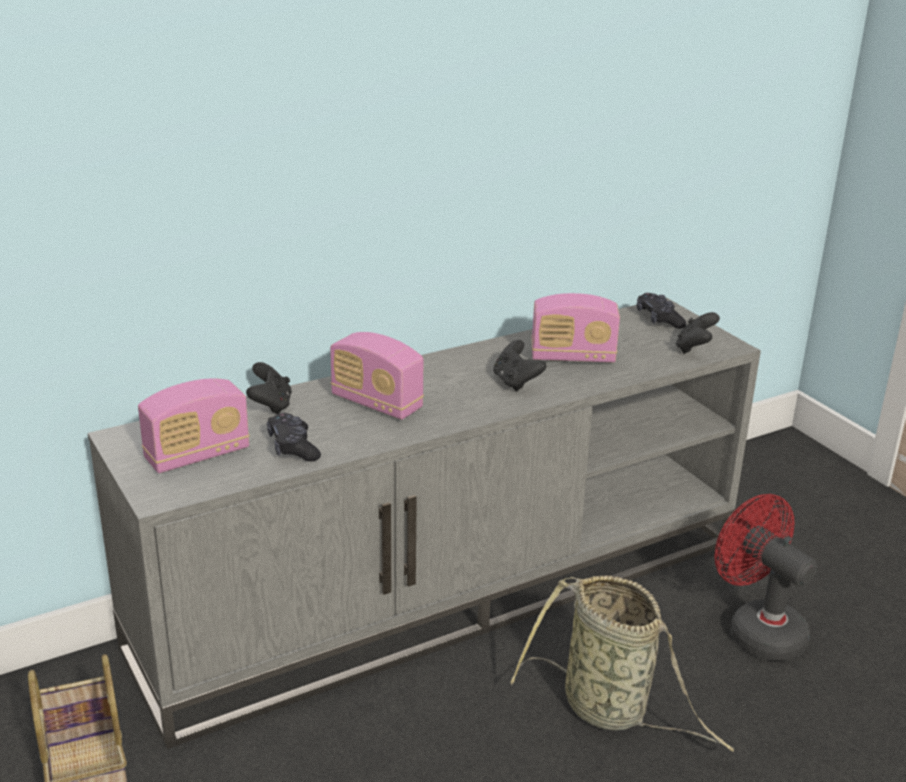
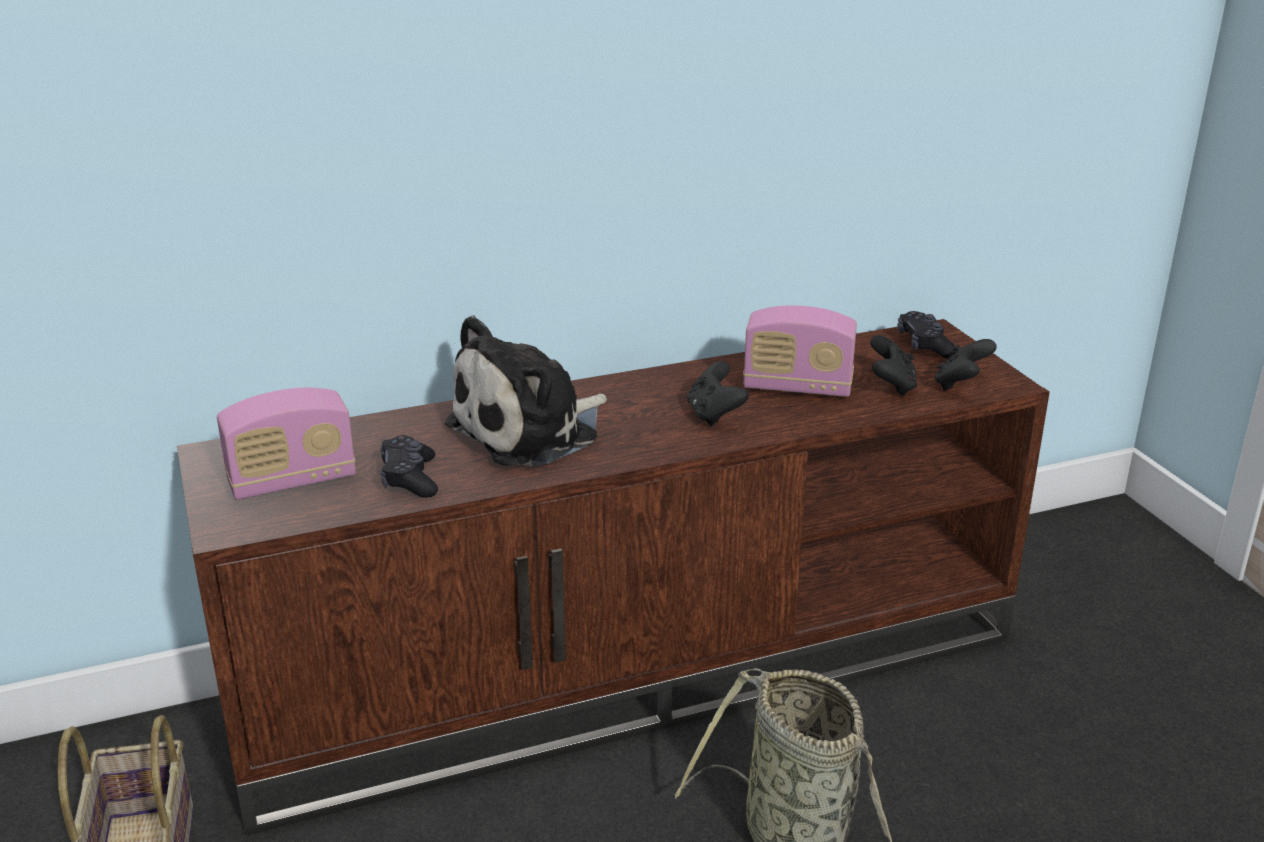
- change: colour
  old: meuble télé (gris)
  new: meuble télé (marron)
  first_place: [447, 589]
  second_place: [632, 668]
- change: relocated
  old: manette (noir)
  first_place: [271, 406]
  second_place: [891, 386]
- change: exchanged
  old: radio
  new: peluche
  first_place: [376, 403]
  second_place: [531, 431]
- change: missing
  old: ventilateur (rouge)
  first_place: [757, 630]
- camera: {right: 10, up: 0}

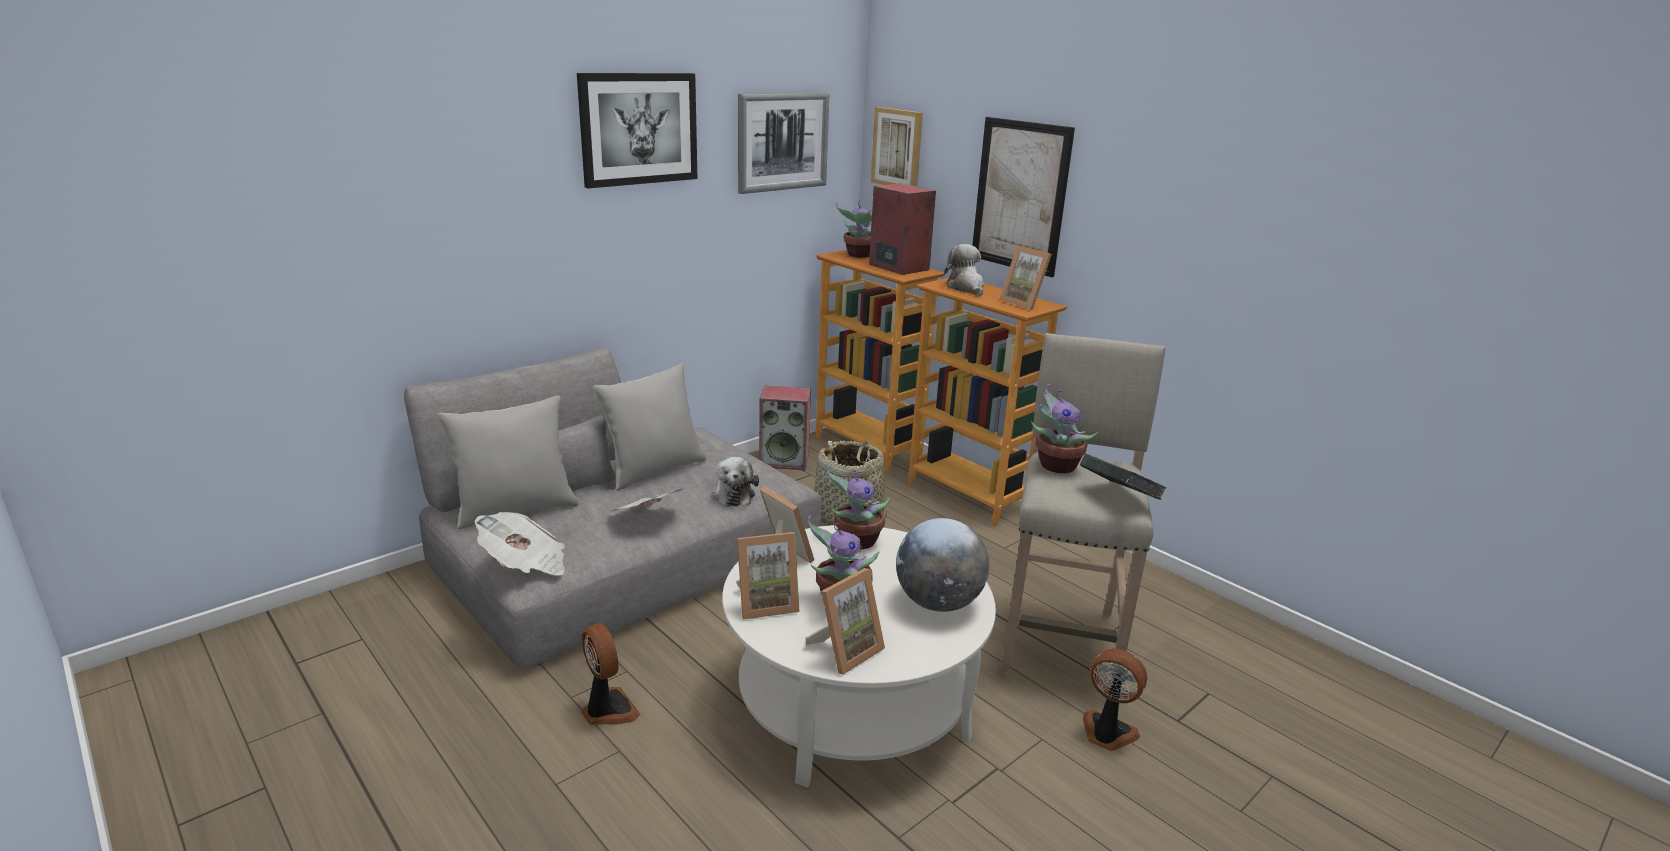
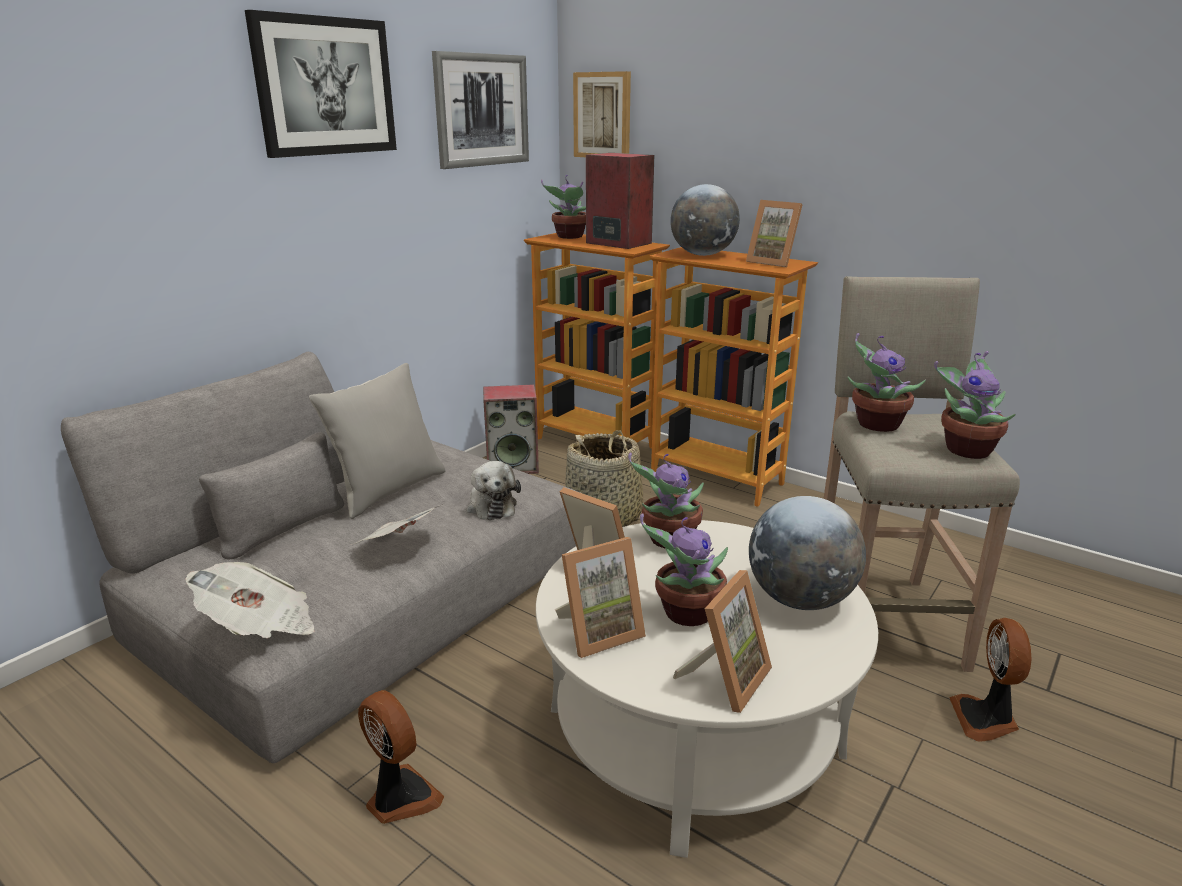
- change: missing
  old: coussin (gris)
  first_place: [516, 510]
- change: exchanged
  old: peluche
  new: globe
  first_place: [966, 288]
  second_place: [702, 255]
- change: missing
  old: tableau
  first_place: [1020, 196]
- change: exchanged
  old: livre
  new: plante en pot
  first_place: [1118, 497]
  second_place: [965, 449]
- change: spun
  old: ventilateur
  first_place: [1106, 733]
  second_place: [985, 719]
  degrees: -105
- camera: {right: -10, up: 0}

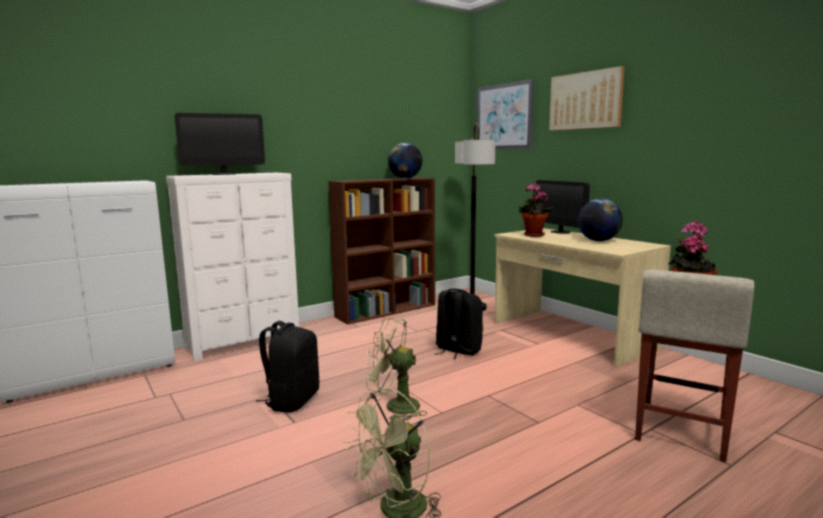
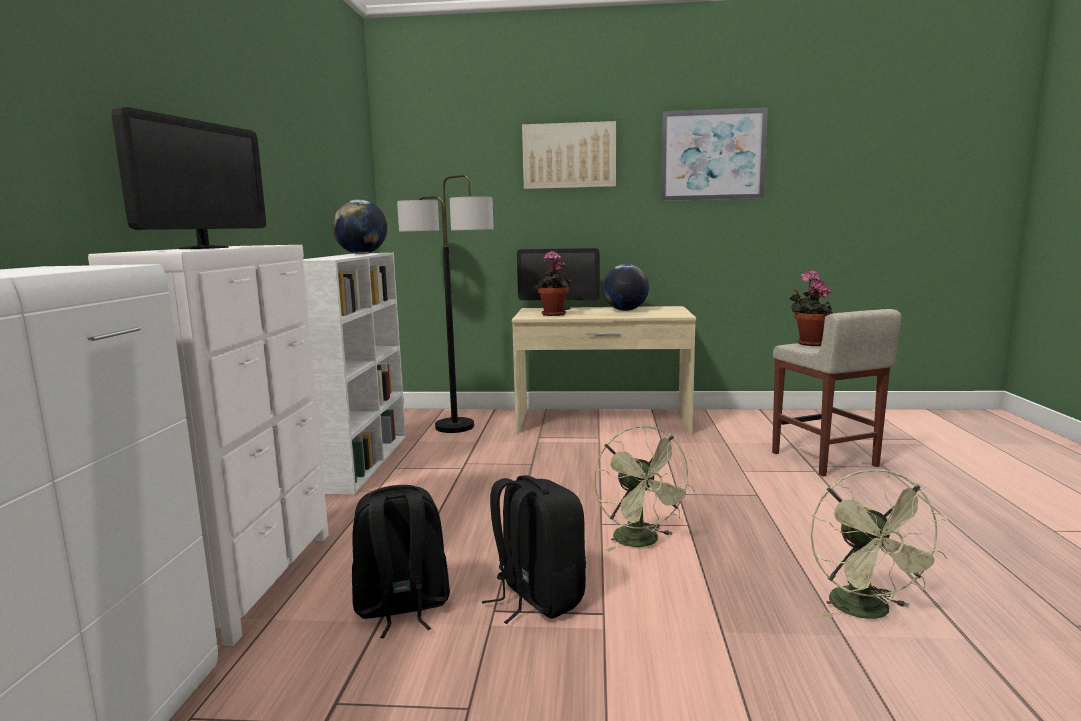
- change: colour
  old: bibliothèque (marron)
  new: bibliothèque (blanc)
  first_place: [387, 310]
  second_place: [363, 461]
- change: spun
  old: ventilateur (vert)
  first_place: [394, 406]
  second_place: [642, 542]
  degrees: -75
- change: relocated
  old: sac à dos (noir)
  first_place: [457, 350]
  second_place: [401, 607]
- change: relocated
  old: tableau
  first_place: [504, 116]
  second_place: [712, 155]
- camera: {right: -50, up: 0}

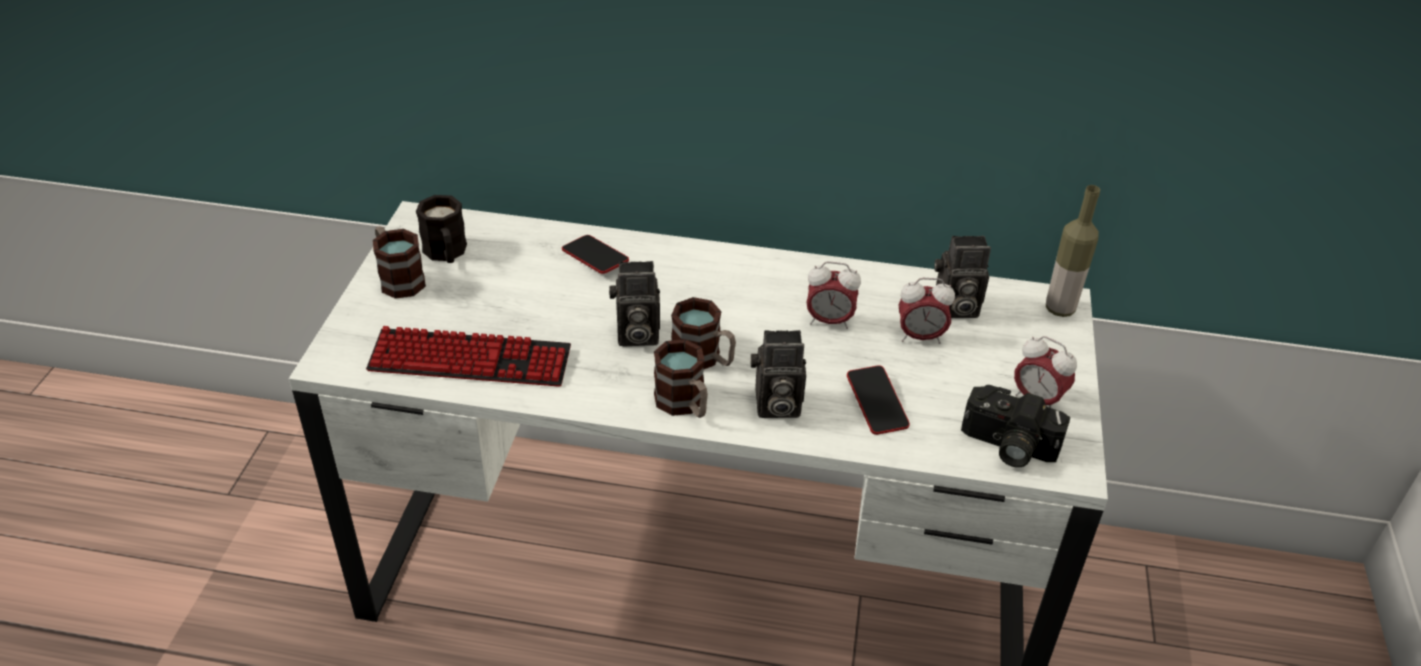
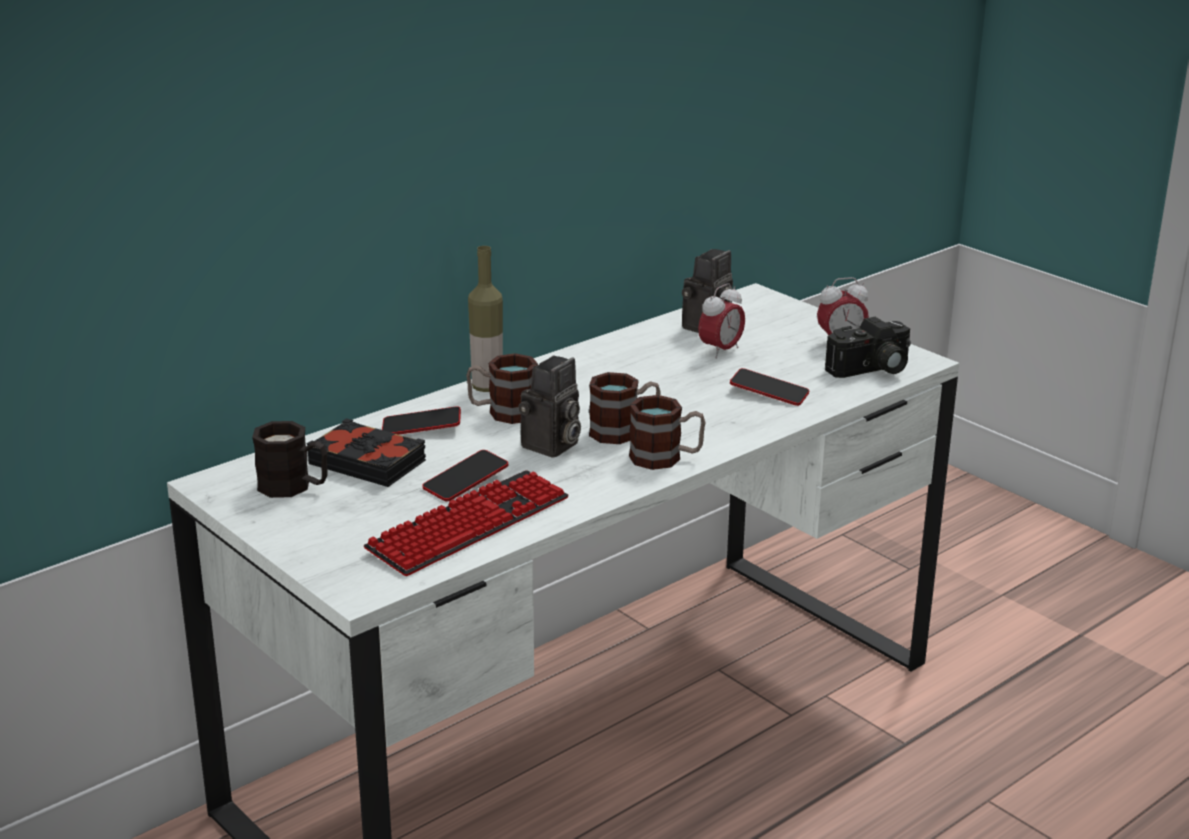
- change: relocated
  old: mug
  first_place: [398, 278]
  second_place: [502, 412]
- change: missing
  old: appareil photo
  first_place: [775, 406]
- change: missing
  old: réveil
  first_place: [829, 321]
- change: relocated
  old: bouteille
  first_place: [1059, 309]
  second_place: [487, 387]
- change: appeared
  new: livre (noir)
  second_place: [368, 462]
- change: appeared
  new: téléphone
  second_place: [465, 481]
- camera: {right: -50, up: -15}

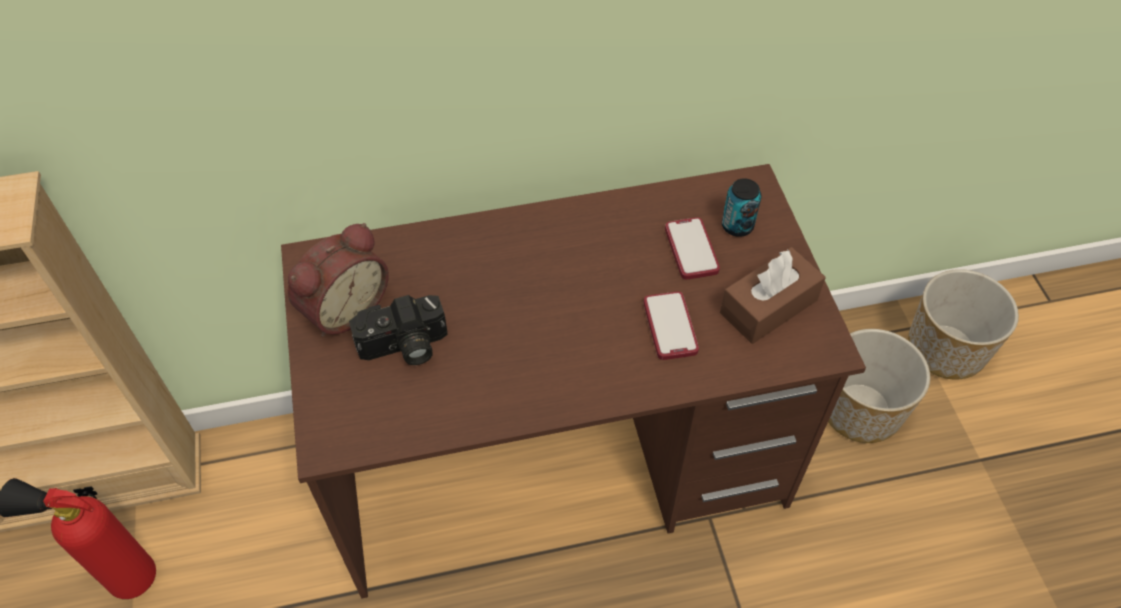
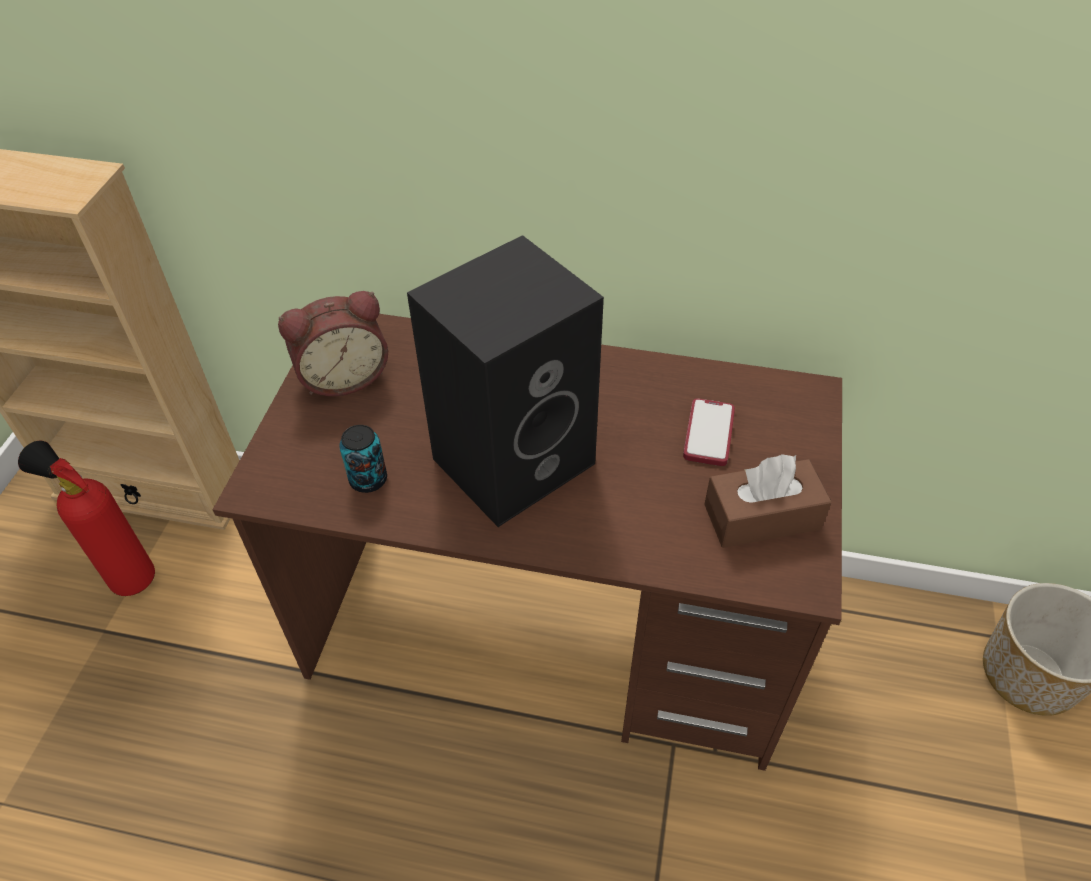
- change: missing
  old: appareil photo
  first_place: [404, 347]
- change: missing
  old: téléphone
  first_place: [670, 327]
- change: relocated
  old: boîte métallique
  first_place: [737, 226]
  second_place: [368, 479]
- change: missing
  old: cache-pot
  first_place: [860, 408]
- change: appeared
  new: enceinte (noir)
  second_place: [514, 457]
- camera: {right: 25, up: -5}

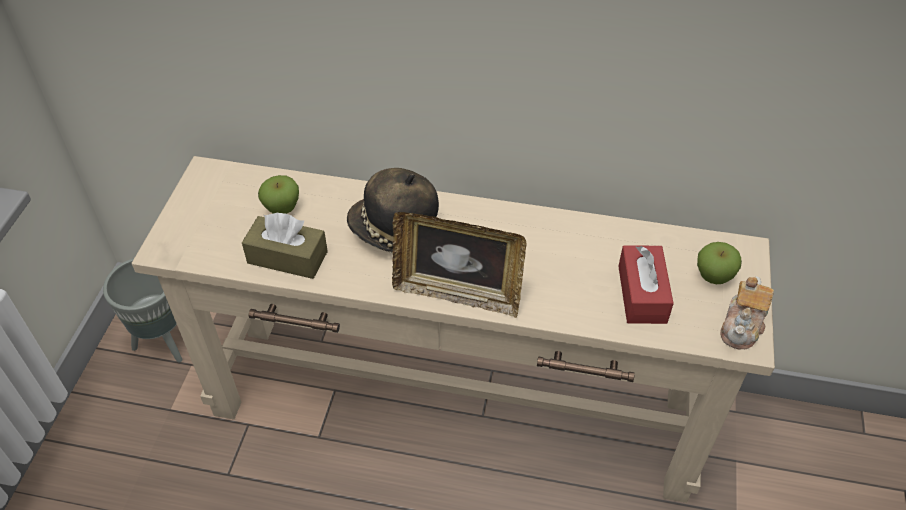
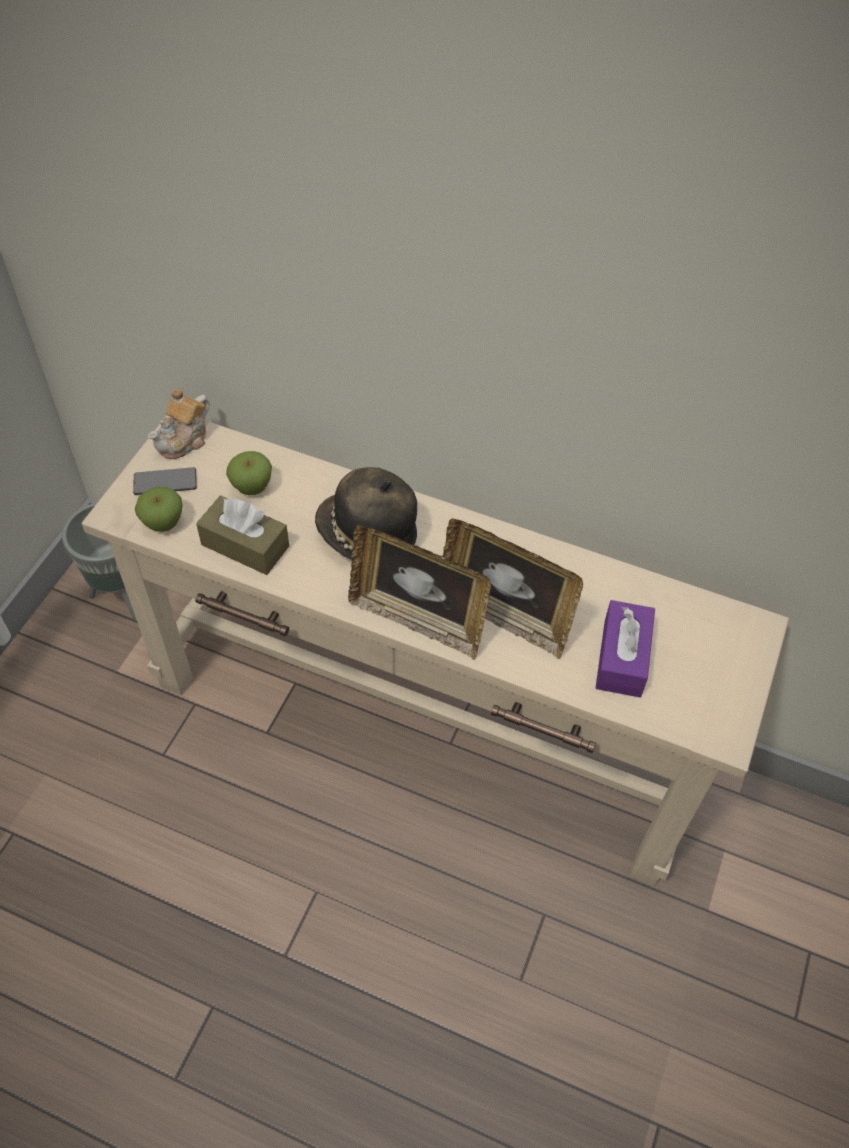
- change: colour
  old: boîte à mouchoirs (rouge)
  new: boîte à mouchoirs (violet)
  first_place: [642, 294]
  second_place: [622, 658]
- change: relocated
  old: pomme
  first_place: [713, 277]
  second_place: [163, 523]
- change: relocated
  old: théière
  first_place: [742, 326]
  second_place: [184, 440]
- change: appeared
  new: téléphone
  second_place: [165, 482]
- change: appeared
  new: cadre photo
  second_place: [503, 616]
- camera: {right: 10, up: 5}

